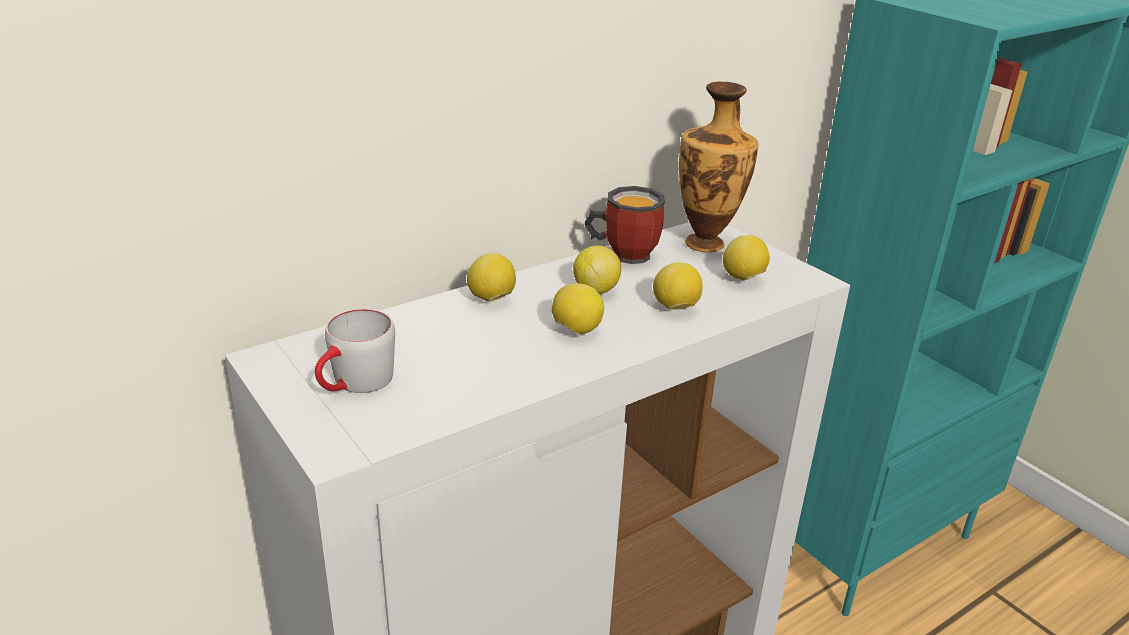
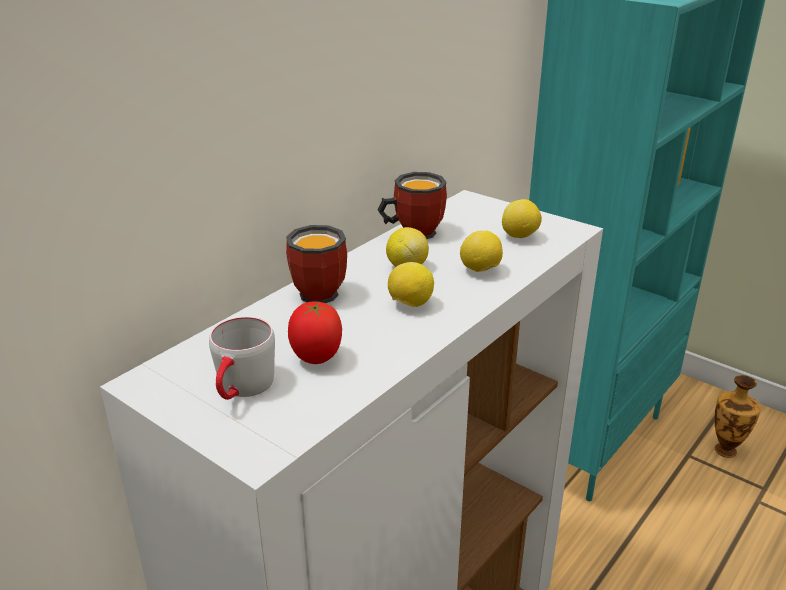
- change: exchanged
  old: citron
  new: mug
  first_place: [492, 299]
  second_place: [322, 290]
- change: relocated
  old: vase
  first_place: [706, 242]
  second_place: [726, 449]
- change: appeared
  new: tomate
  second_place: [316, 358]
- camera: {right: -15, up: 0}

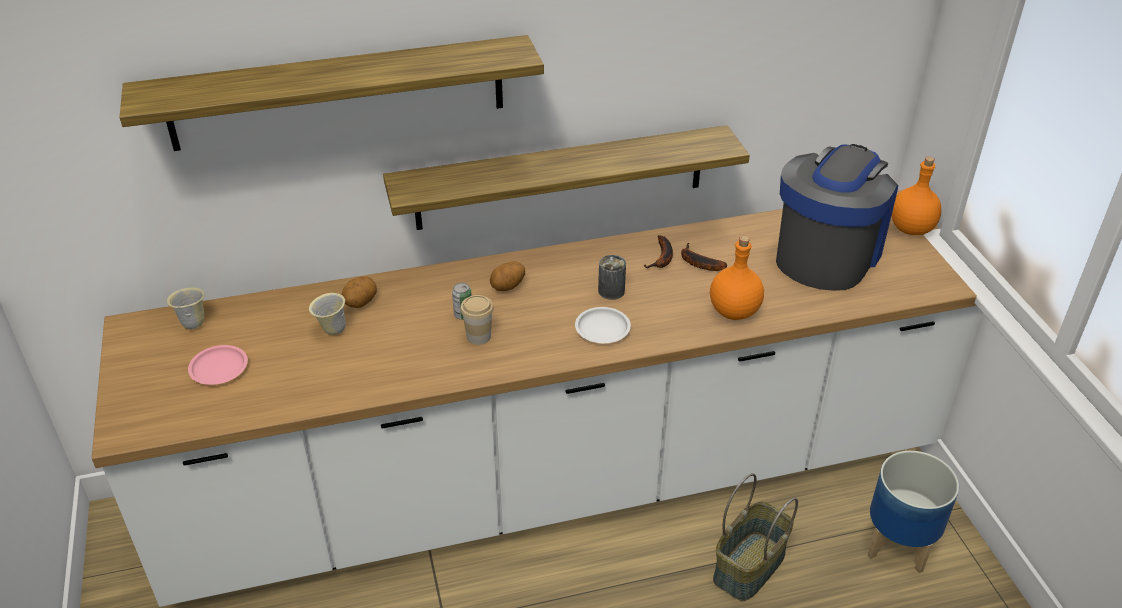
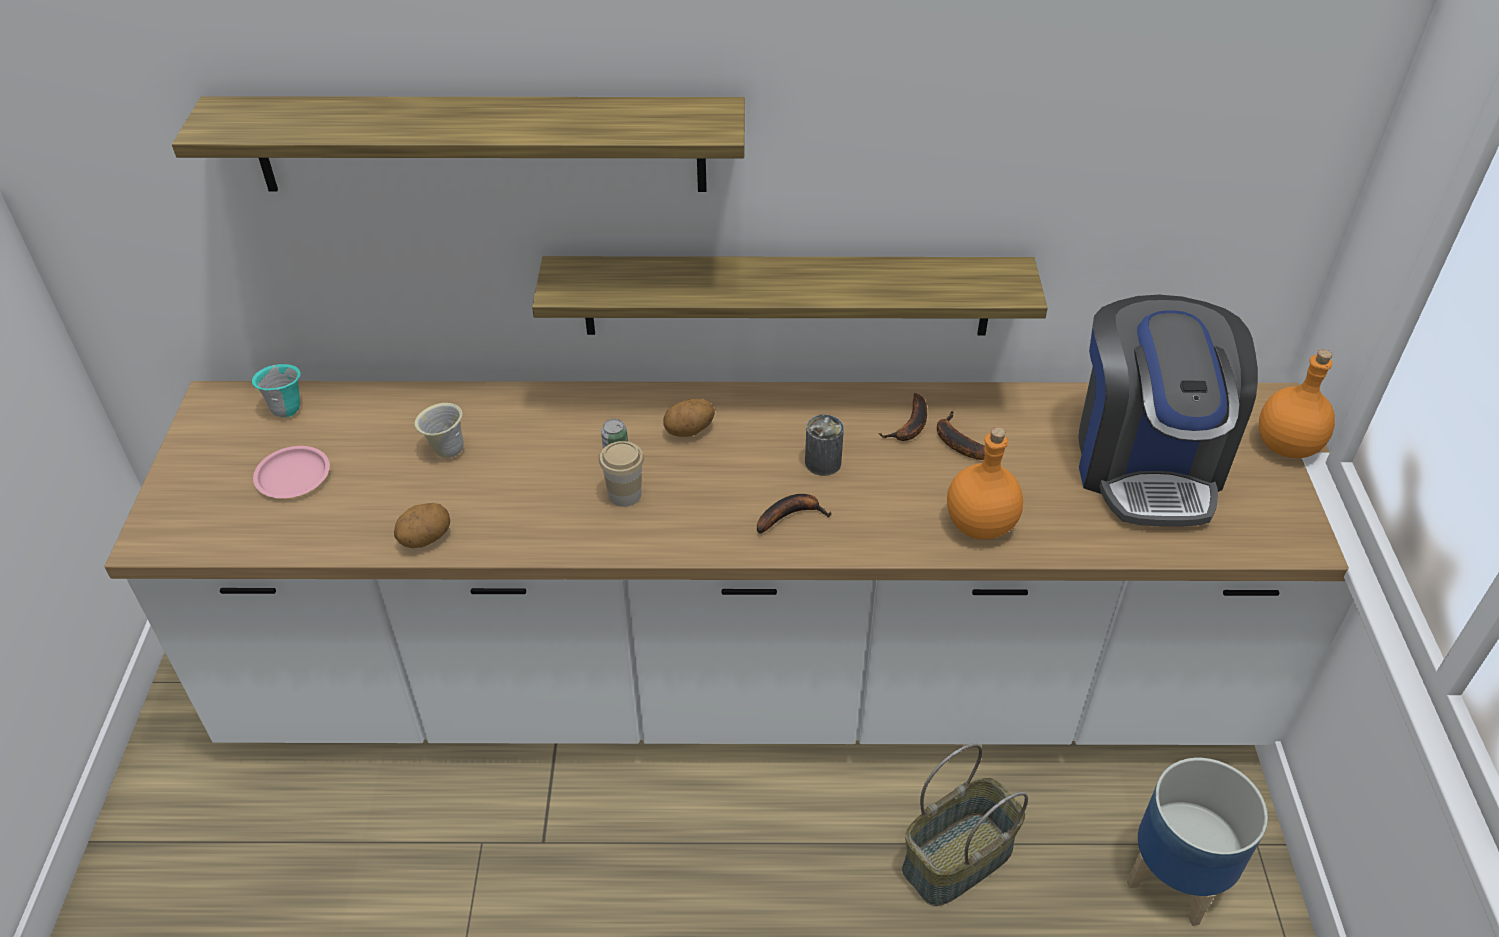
- change: colour
  old: mug (beige)
  new: mug (turquoise)
  first_place: [193, 323]
  second_place: [287, 409]
- change: relocated
  old: pomme de terre
  first_place: [360, 303]
  second_place: [425, 538]
- change: exchanged
  old: assiette (blanc)
  new: banane
  first_place: [603, 328]
  second_place: [791, 515]
- change: spun
  old: machine à café
  first_place: [826, 254]
  second_place: [1146, 463]
  degrees: 135
- camera: {right: 15, up: 5}

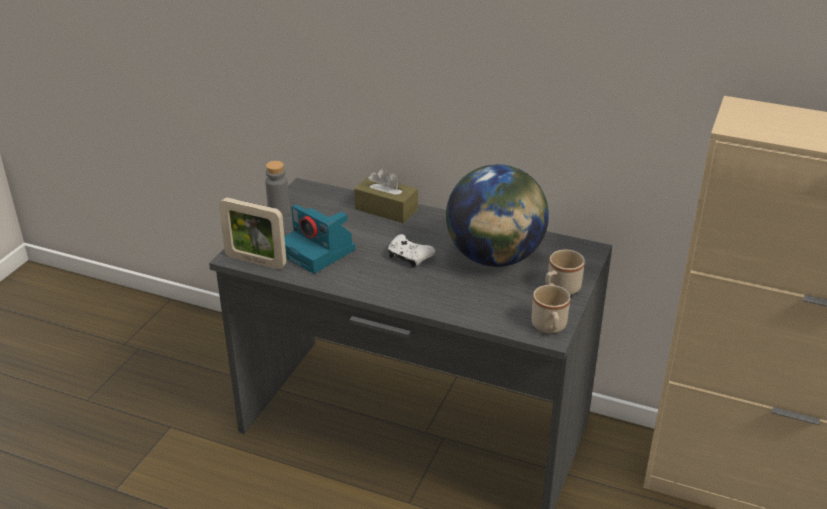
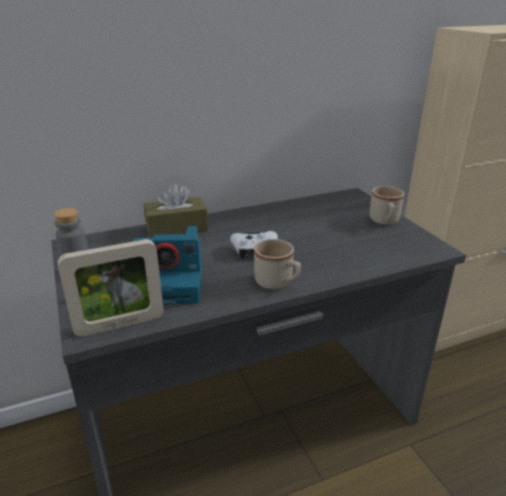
- change: missing
  old: globe
  first_place: [495, 258]
- change: relocated
  old: mug (beige)
  first_place: [549, 328]
  second_place: [277, 283]
- camera: {right: -45, up: -5}

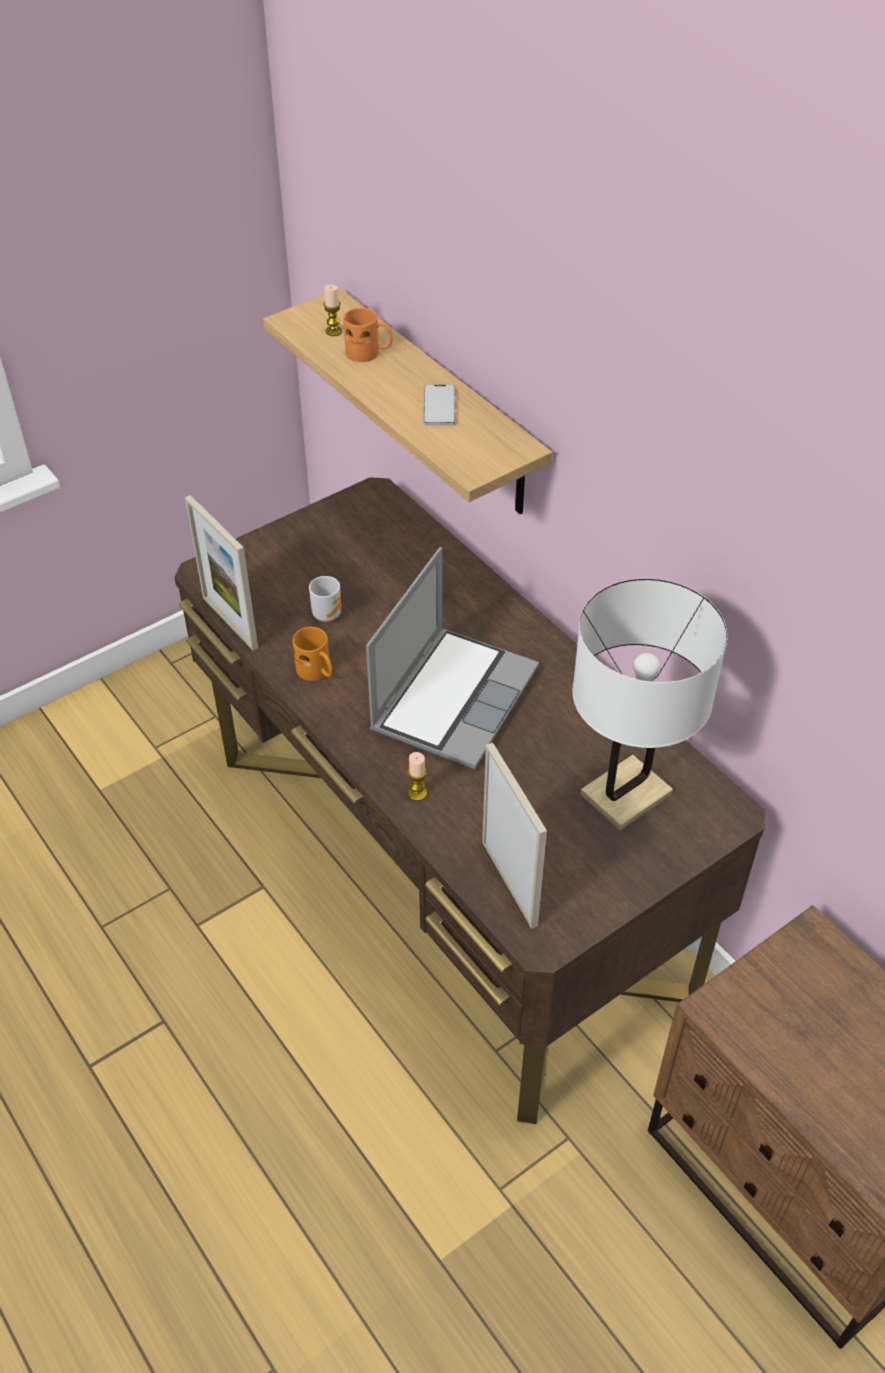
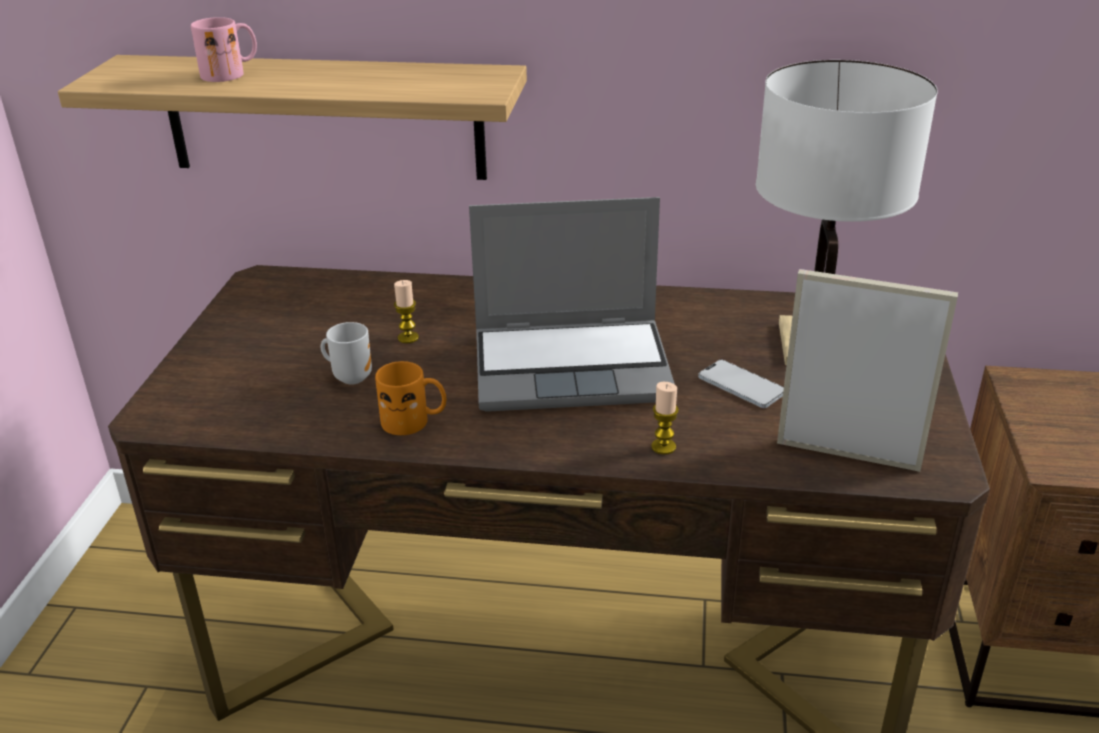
- change: missing
  old: cadre photo
  first_place: [230, 622]
- change: relocated
  old: bougie
  first_place: [333, 331]
  second_place: [408, 338]
- change: colour
  old: mug (orange)
  new: mug (rose)
  first_place: [369, 353]
  second_place: [231, 73]
- change: spun
  old: ordinateur portable
  first_place: [453, 697]
  second_place: [574, 366]
  degrees: 105
- change: relocated
  old: téléphone
  first_place: [439, 406]
  second_place: [741, 385]
- camera: {right: -45, up: -15}

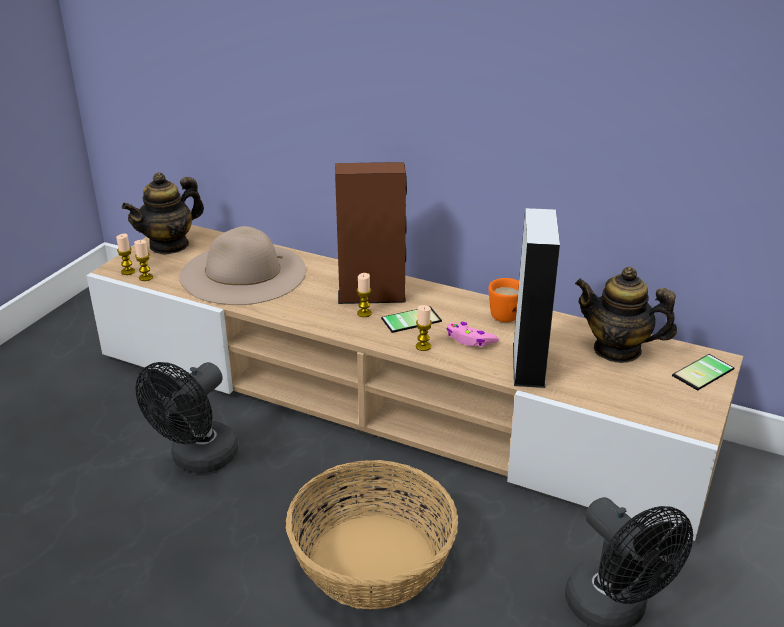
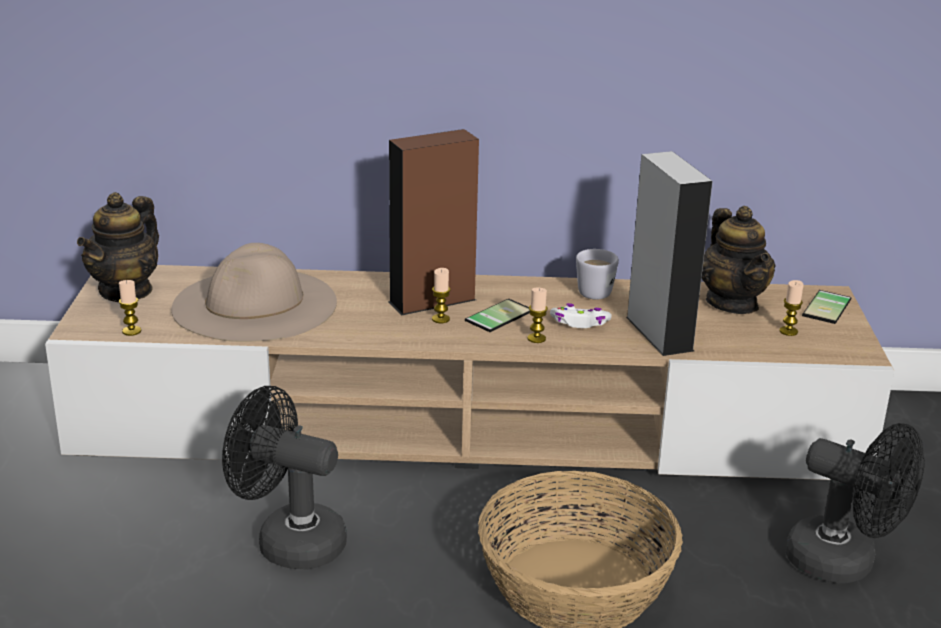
- change: relocated
  old: bougie
  first_place: [128, 271]
  second_place: [788, 331]
- change: spun
  old: ventilateur (noir)
  first_place: [198, 460]
  second_place: [288, 541]
  degrees: 105
- change: colour
  old: manette (rose)
  new: manette (blanc)
  first_place: [470, 340]
  second_place: [580, 323]
- change: colour
  old: mug (orange)
  new: mug (blanc)
  first_place: [505, 313]
  second_place: [591, 290]
- change: spun
  old: théière
  first_place: [617, 350]
  second_place: [732, 303]
  degrees: -105
- camera: {right: -25, up: -5}

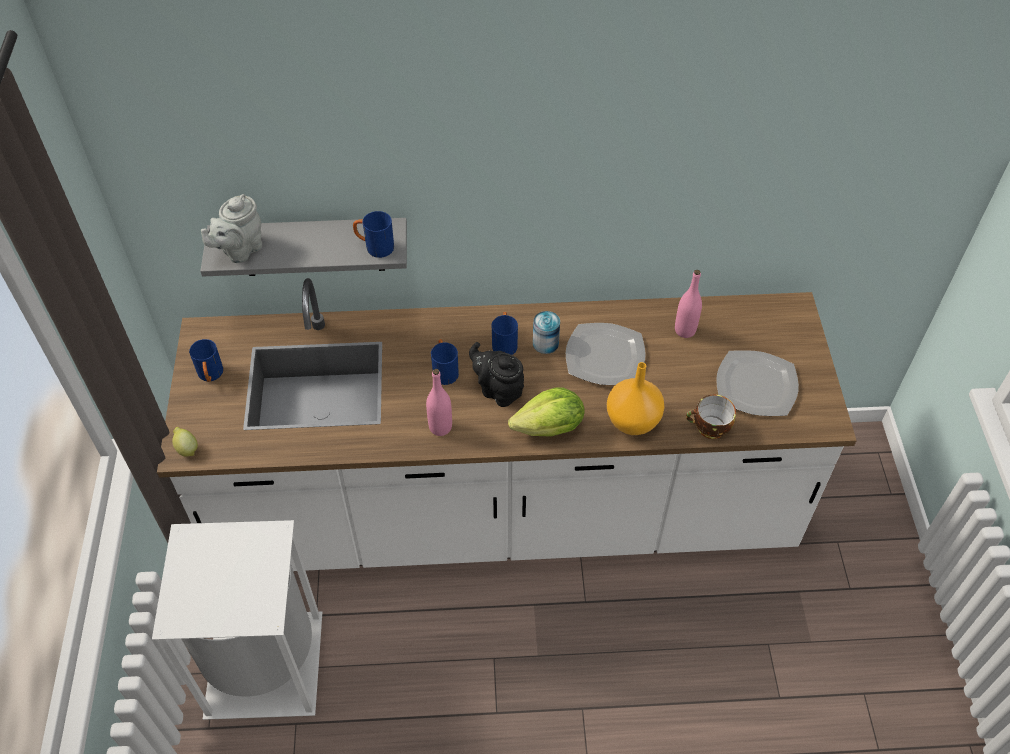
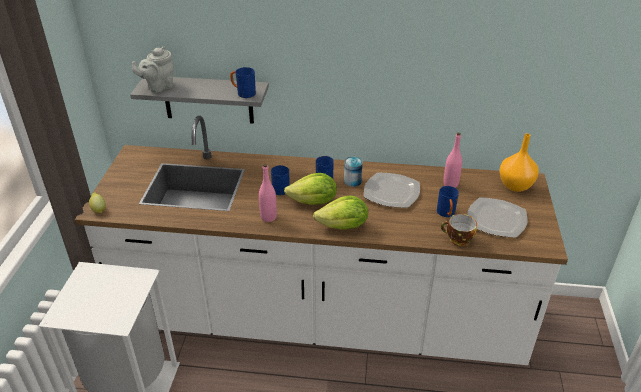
- change: relocated
  old: mug (bleu)
  first_place: [211, 376]
  second_place: [446, 214]
- change: exchanged
  old: théière (noir)
  new: laitue
  first_place: [498, 390]
  second_place: [313, 202]
- change: relocated
  old: vase (orange)
  first_place: [631, 421]
  second_place: [514, 185]
- camera: {right: 10, up: -15}

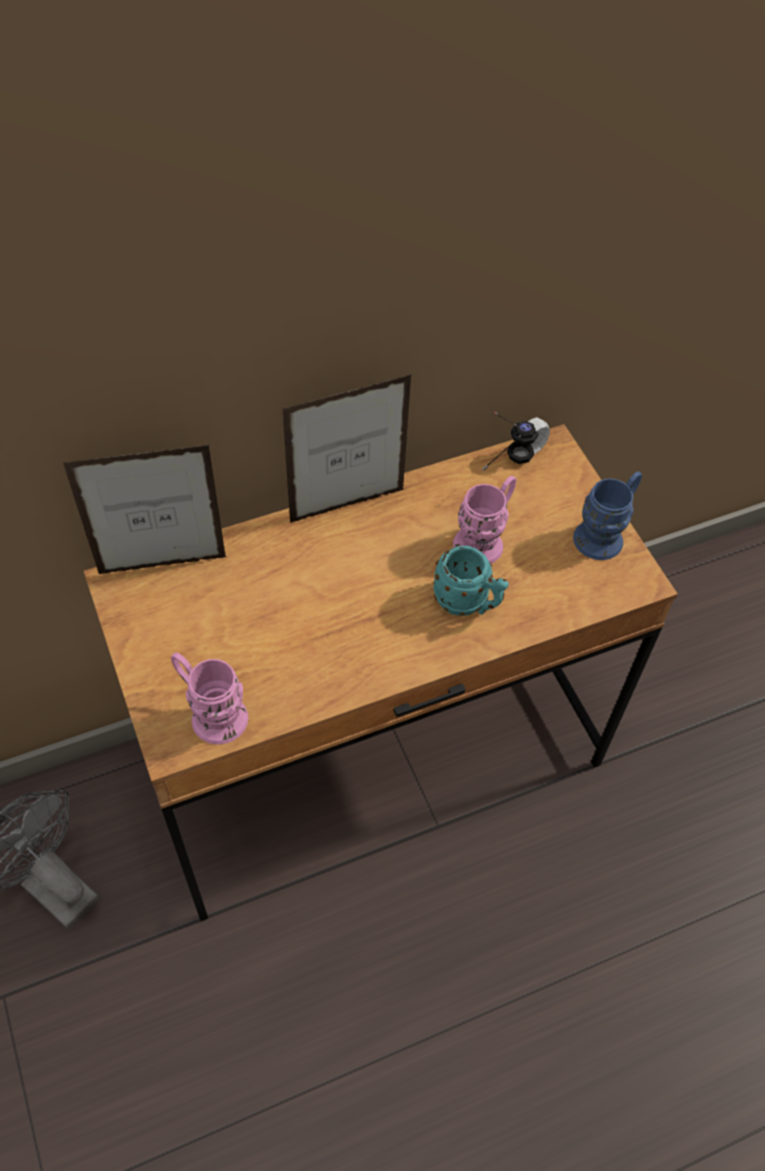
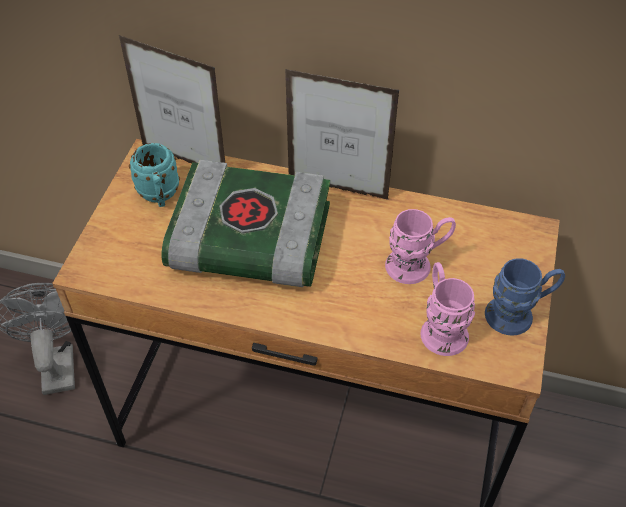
- change: relocated
  old: mug (rose)
  first_place: [211, 712]
  second_place: [441, 327]
- change: relocated
  old: mug (turquoise)
  first_place: [468, 603]
  second_place: [159, 196]
- change: missing
  old: casque audio
  first_place: [500, 459]
- change: appeared
  new: livre
  second_place: [247, 240]
- camera: {right: 40, up: -5}

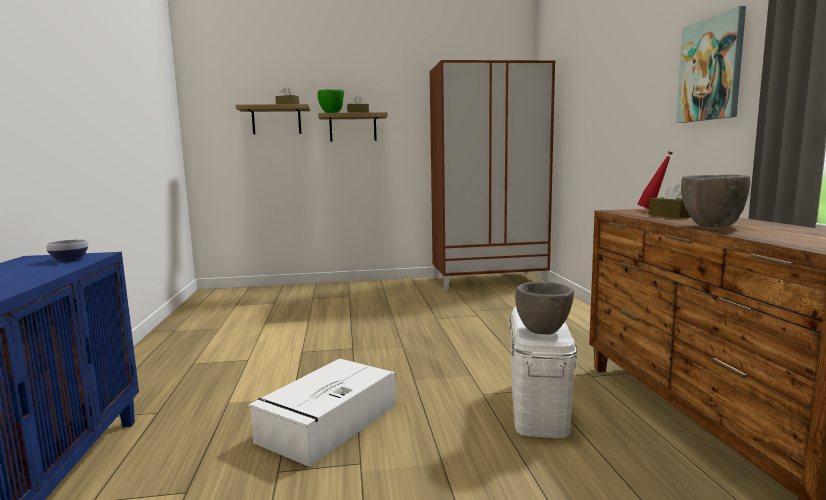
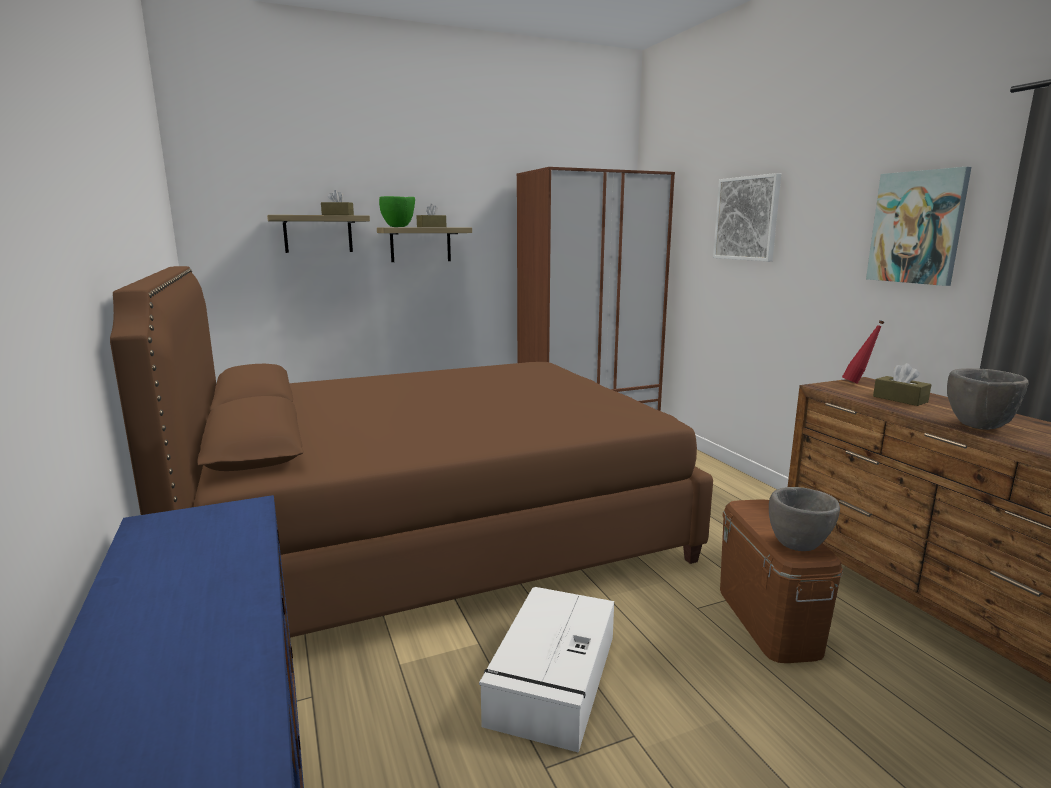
- change: missing
  old: bol
  first_place: [70, 260]
- change: colour
  old: boîte de rangement (blanc)
  new: boîte de rangement (marron)
  first_place: [538, 407]
  second_place: [768, 620]
- change: appeared
  new: lit (marron)
  second_place: [432, 533]
- change: appeared
  new: tableau
  second_place: [747, 218]
- camera: {right: -15, up: 5}

